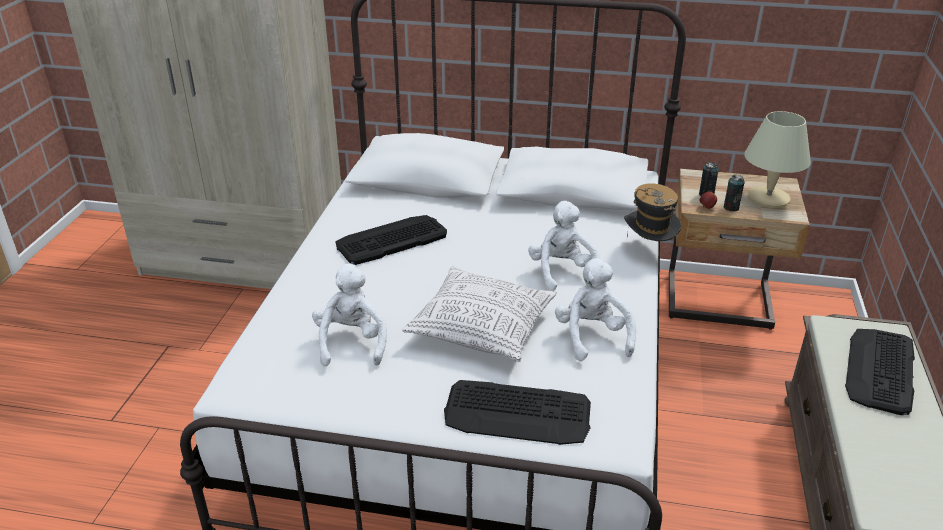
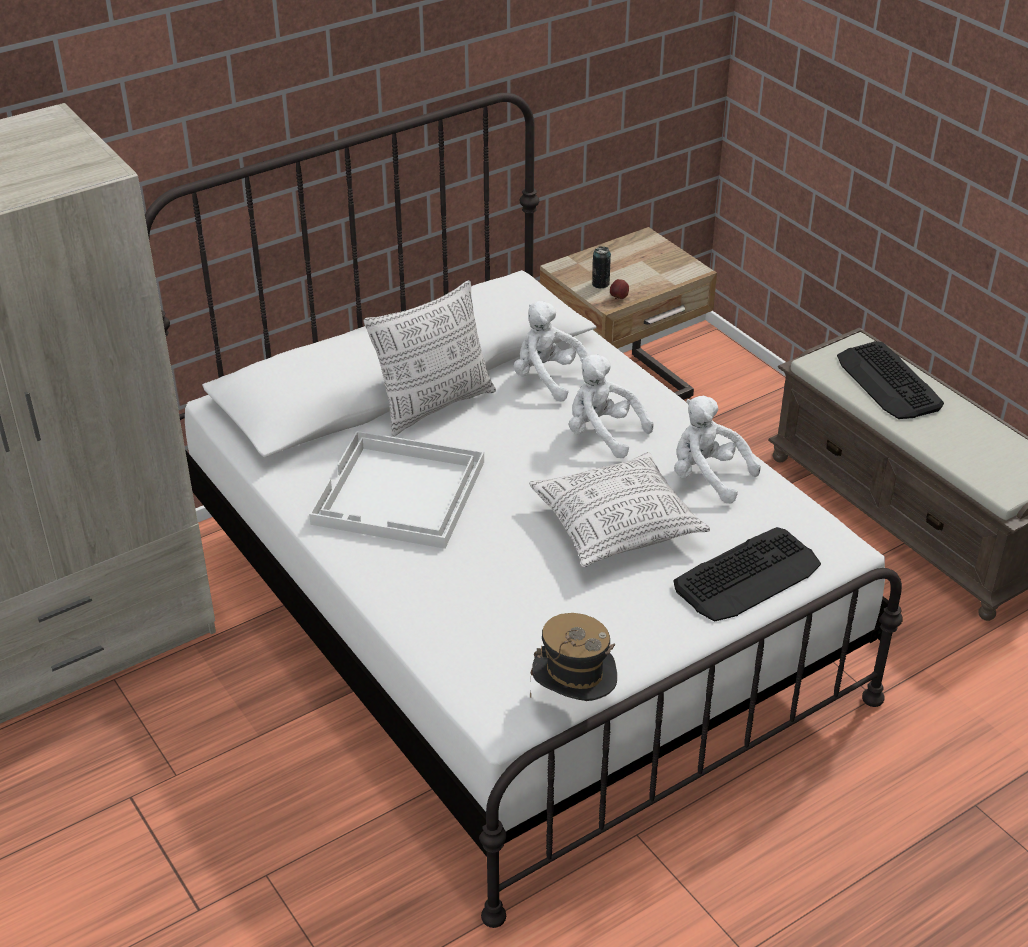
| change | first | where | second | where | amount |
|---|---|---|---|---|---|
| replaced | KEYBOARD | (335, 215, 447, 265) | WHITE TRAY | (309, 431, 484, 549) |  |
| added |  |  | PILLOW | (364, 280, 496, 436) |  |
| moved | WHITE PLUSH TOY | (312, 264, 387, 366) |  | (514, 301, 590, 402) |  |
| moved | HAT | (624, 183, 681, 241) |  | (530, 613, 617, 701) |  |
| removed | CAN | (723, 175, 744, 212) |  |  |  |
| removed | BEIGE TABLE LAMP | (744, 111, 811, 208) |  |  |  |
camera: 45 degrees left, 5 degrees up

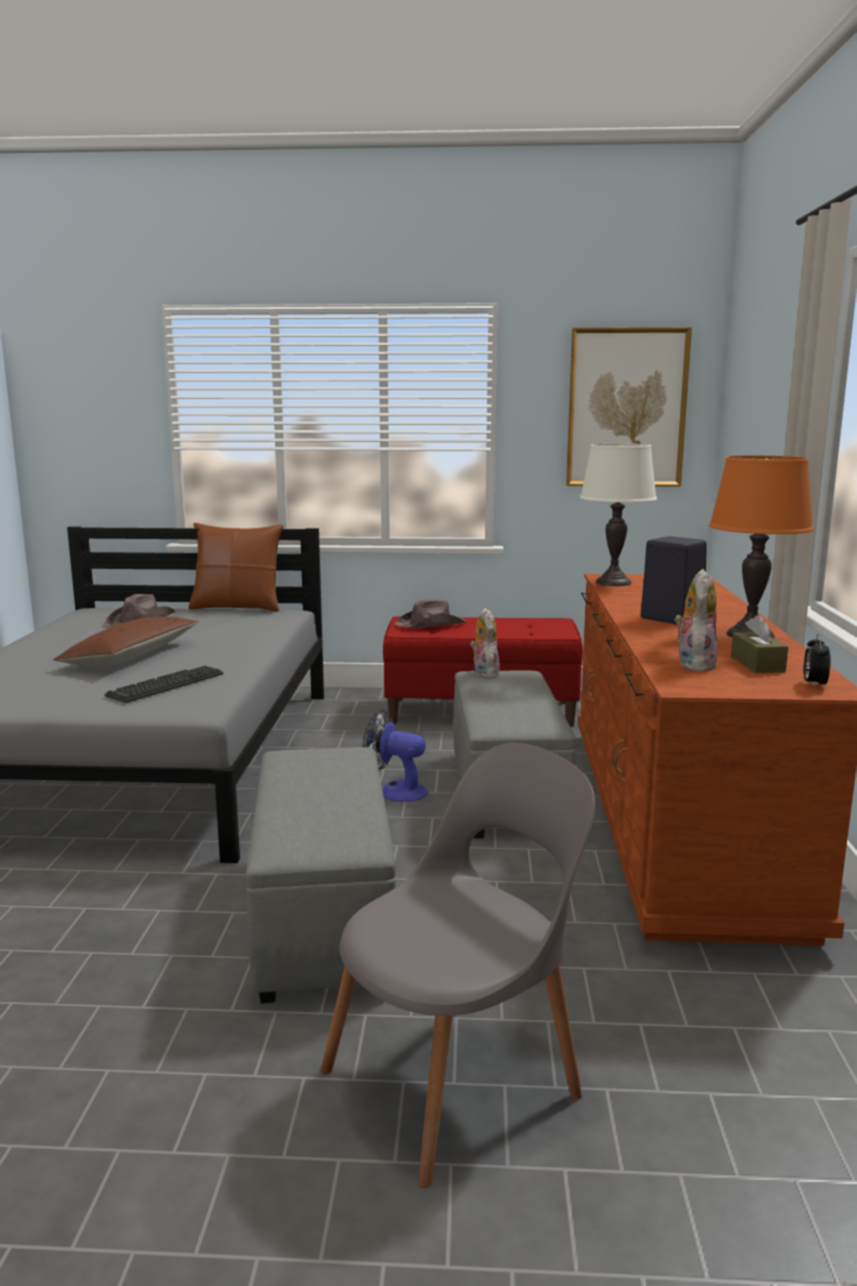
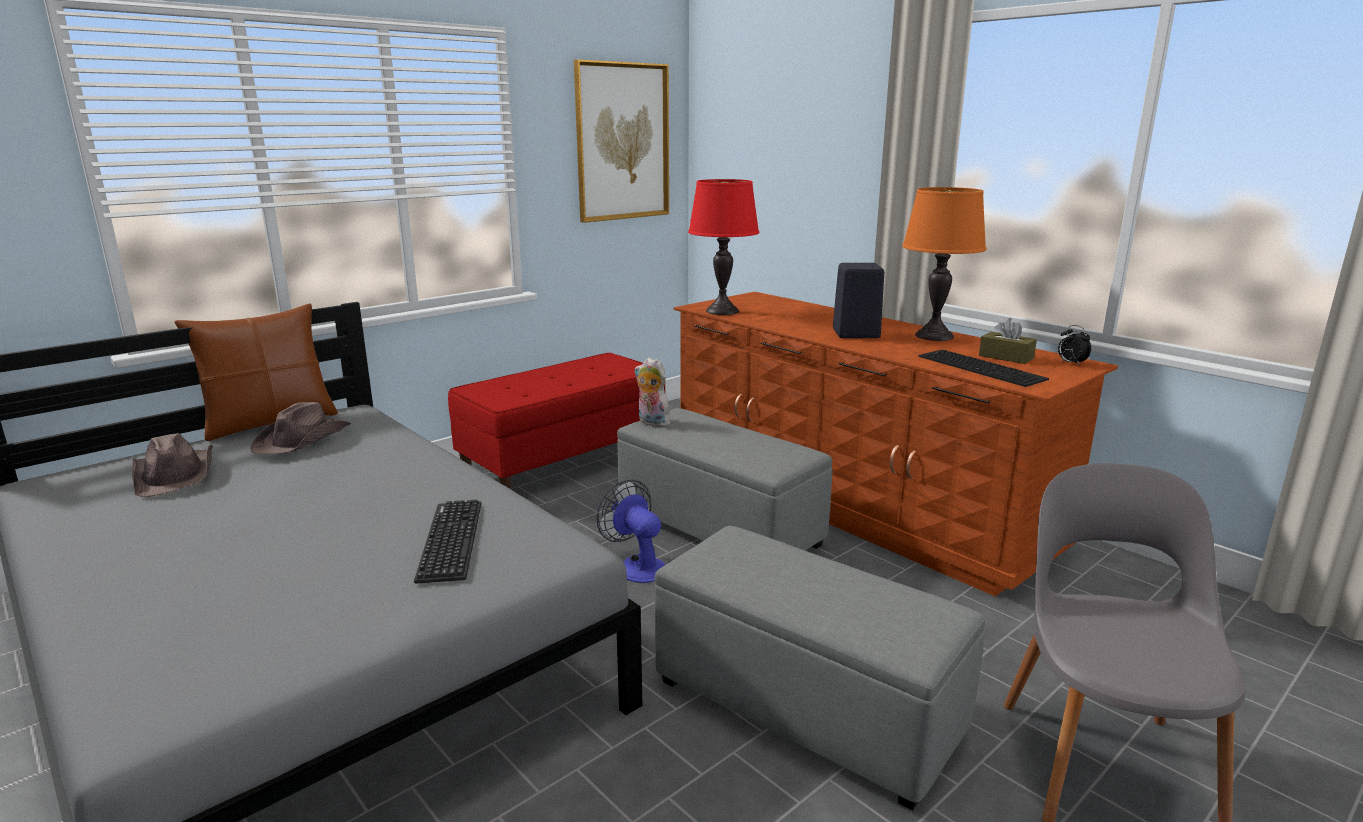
| change | first | where | second | where | amount |
|---|---|---|---|---|---|
| moved | BROWN HAT | (395, 599, 466, 628) |  | (250, 402, 351, 454) |  |
| turned | FAN | (363, 710, 428, 802) |  | (597, 479, 665, 583) | 75 degrees clockwise |
| recoloured | WHITE TABLE LAMP | (580, 443, 657, 586) | RED TABLE LAMP | (688, 179, 759, 315) |  |
| replaced | PLUSH TOY | (675, 569, 718, 672) | KEYBOARD | (918, 350, 1049, 387) |  |
| removed | BROWN PILLOW | (53, 616, 199, 666) |  |  |  |
camera: 45 degrees left, 5 degrees up

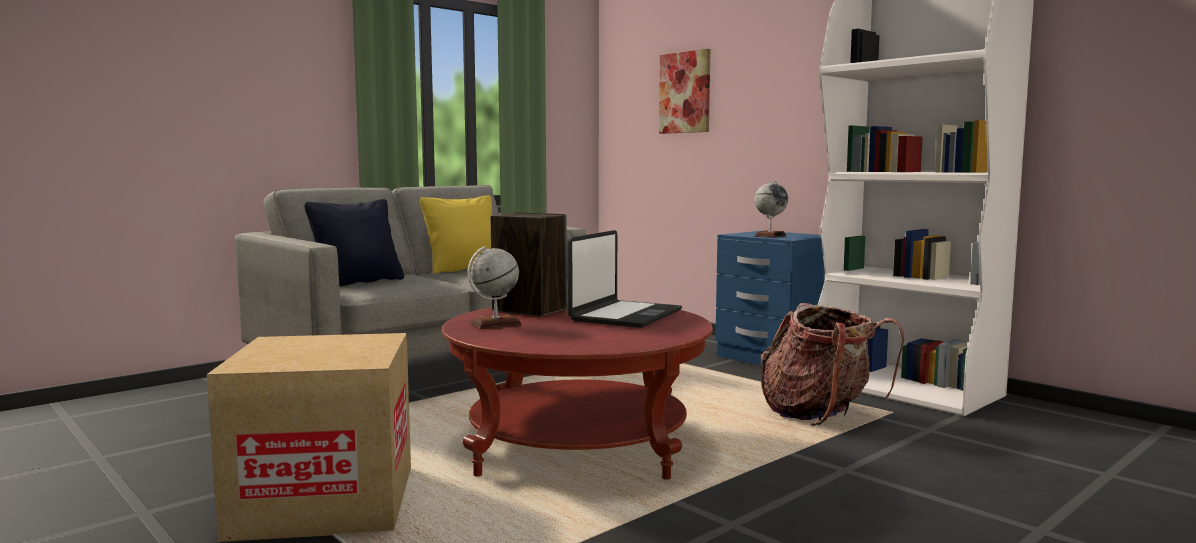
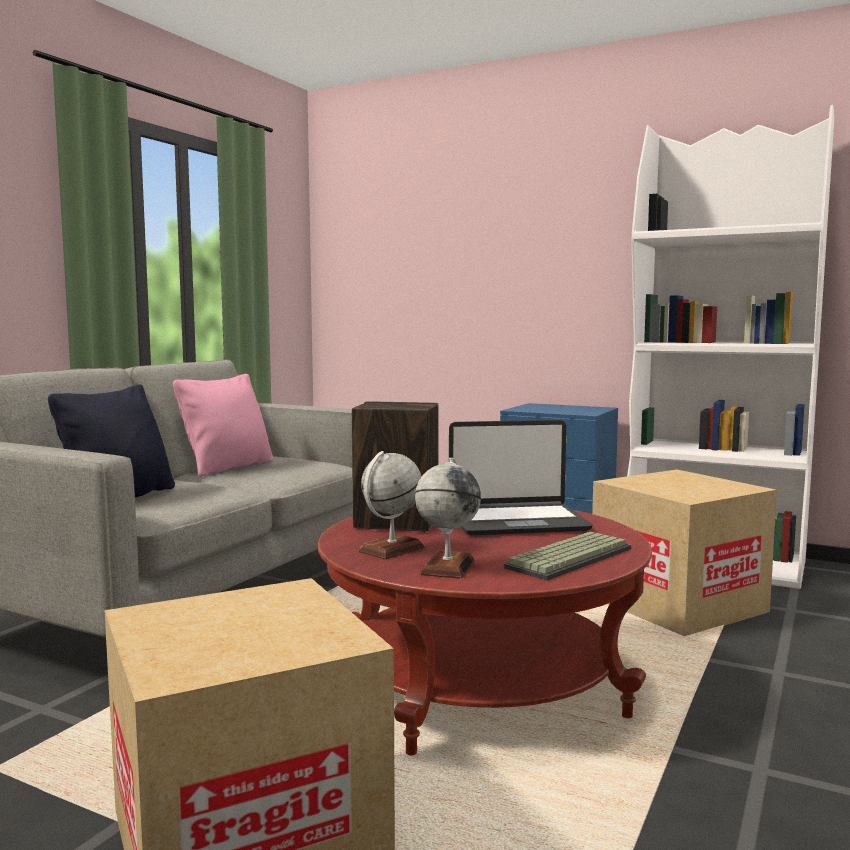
| change | first | where | second | where | amount |
|---|---|---|---|---|---|
| recoloured | YELLOW PILLOW | (420, 195, 492, 274) | PINK PILLOW | (173, 374, 273, 477) |  |
| moved | GLOBE | (754, 181, 788, 238) |  | (415, 458, 481, 579) |  |
| turned | LAPTOP | (567, 230, 682, 328) |  | (449, 420, 593, 536) | 75 degrees clockwise |
| added |  |  | KEYBOARD | (504, 532, 631, 581) |  |
| replaced | BACKPACK | (761, 303, 904, 426) | CARDBOARD BOX | (592, 469, 777, 636) |  |
| removed | PICTURE | (659, 49, 710, 134) |  |  |  |
camera: 20 degrees left, 0 degrees up

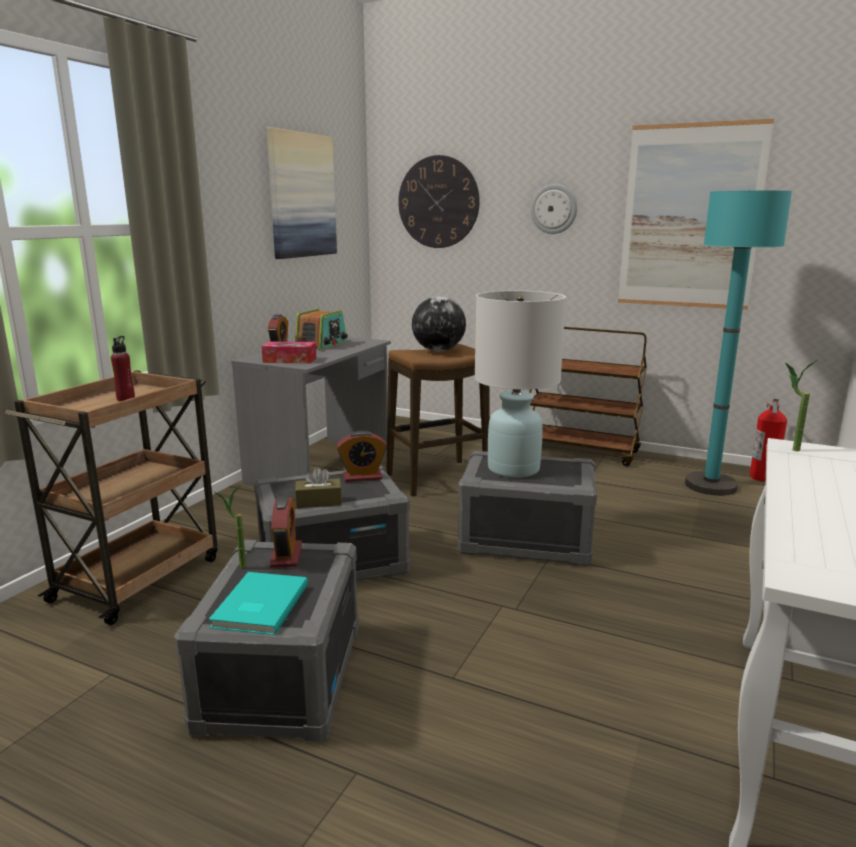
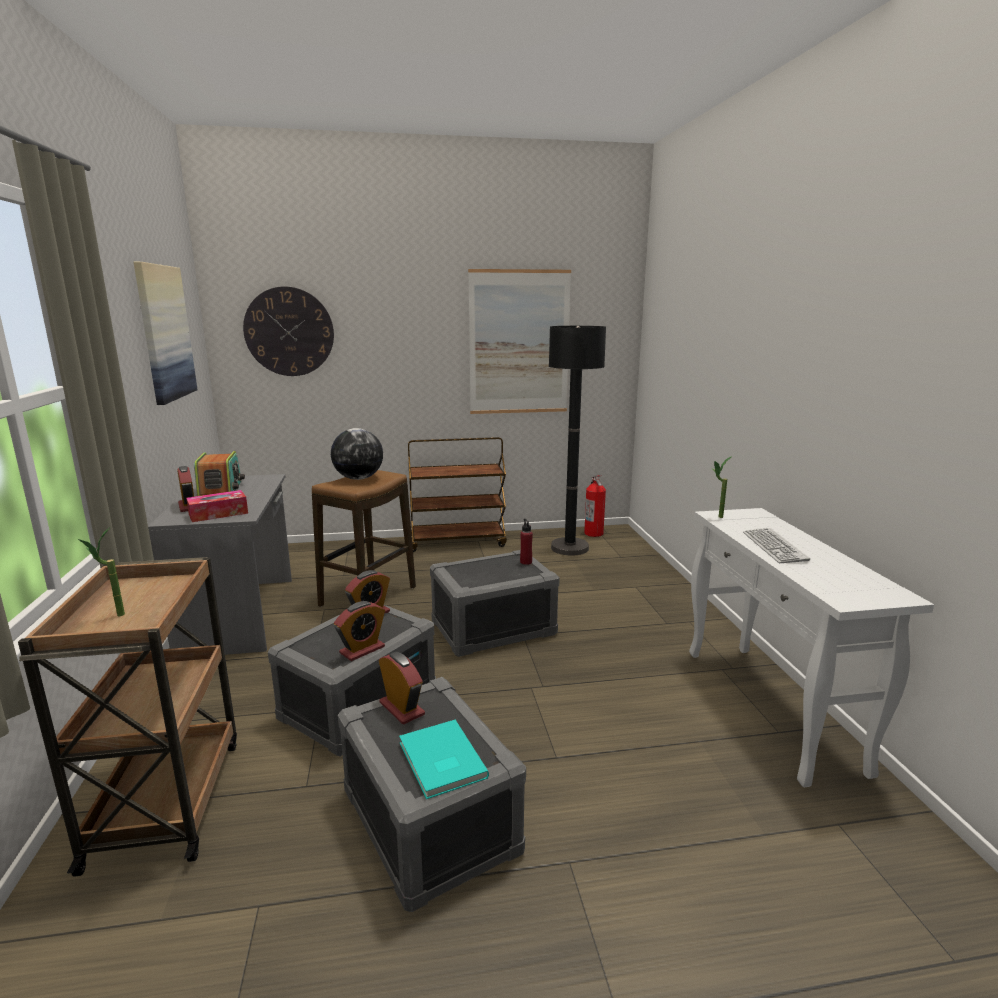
| change | first | where | second | where | amount |
|---|---|---|---|---|---|
| moved | POTTED PLANT | (213, 486, 246, 568) |  | (78, 528, 125, 616) |  |
| replaced | BROWN TISSUE BOX | (295, 467, 342, 508) | ALARM CLOCK | (334, 601, 385, 661) |  |
| moved | RED BOTTLE | (111, 336, 135, 401) |  | (520, 519, 533, 565) |  |
| recoloured | TURQUOISE FLOOR LAMP | (685, 190, 792, 496) | BLACK FLOOR LAMP | (549, 326, 606, 556) |  |
| added |  |  | KEYBOARD | (743, 528, 810, 563) |  |
| removed | WHITE TABLE LAMP | (474, 291, 566, 478) |  |  |  |
| removed | WALL CLOCK | (531, 184, 577, 234) |  |  |  |
camera: 35 degrees left, 0 degrees up

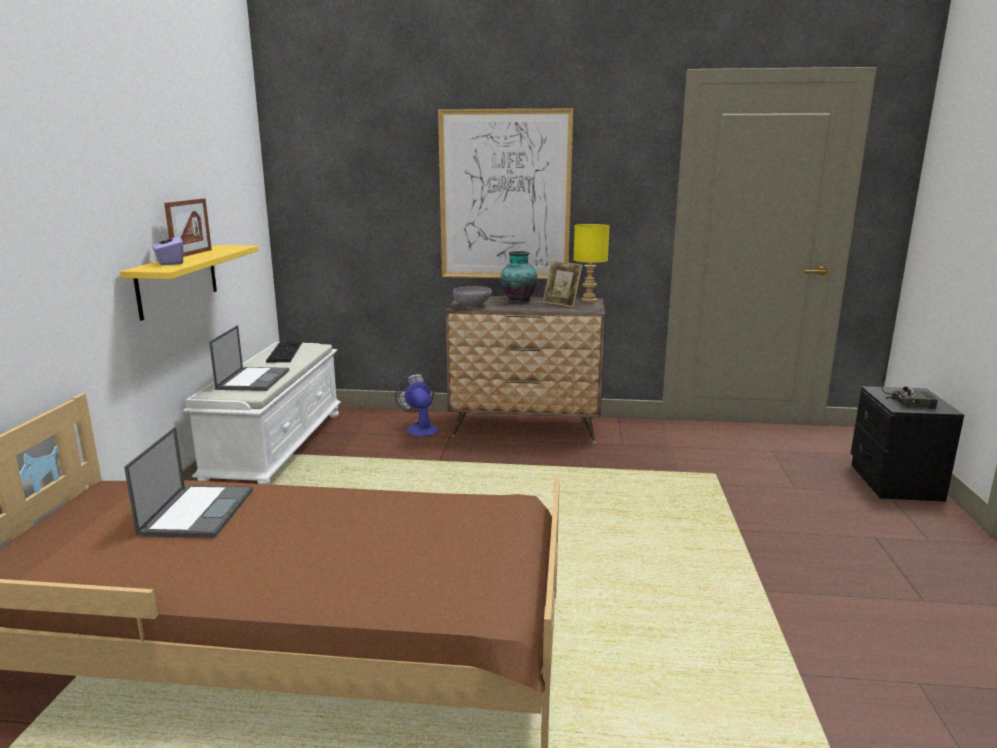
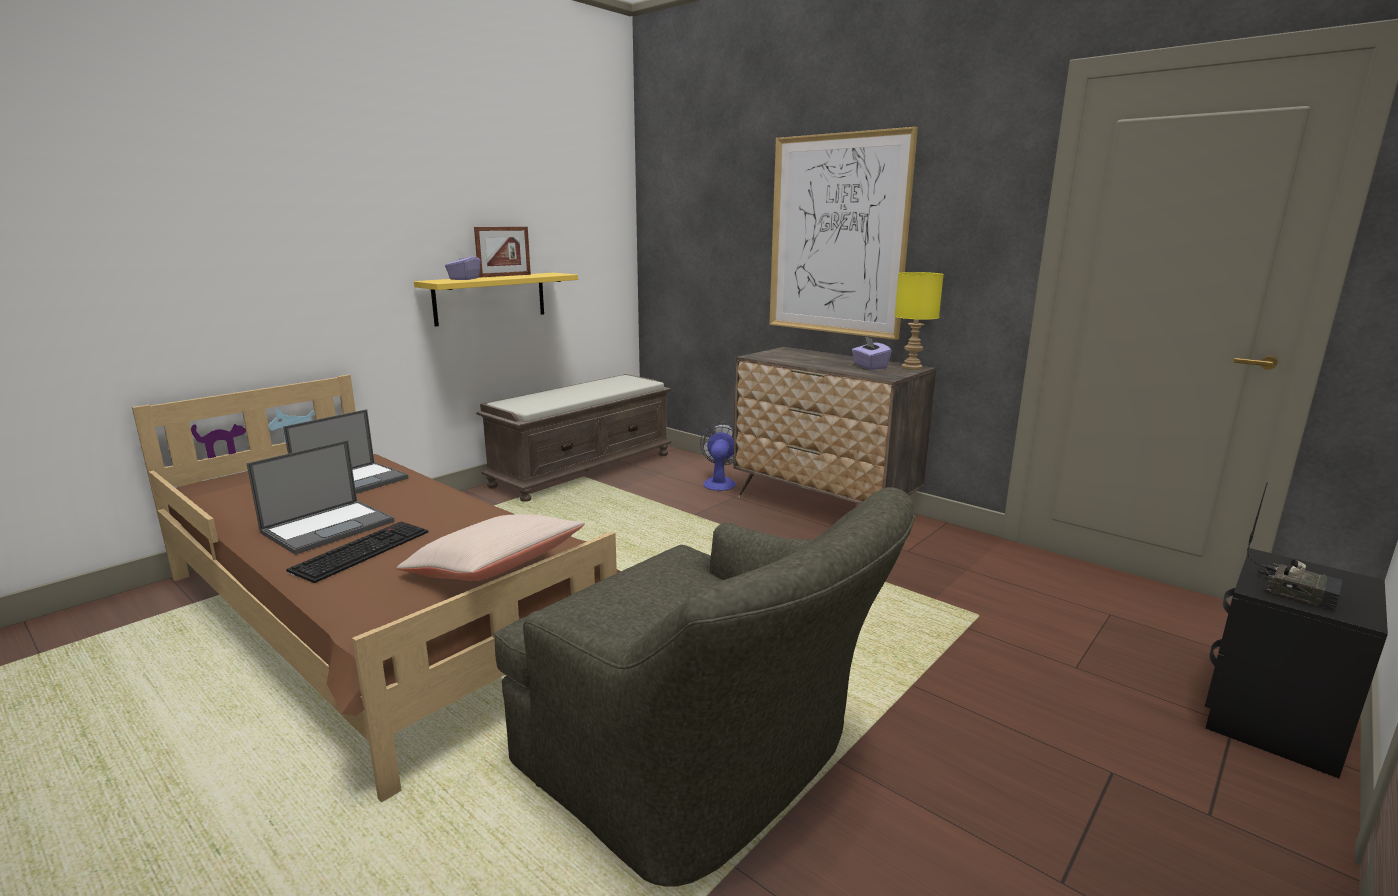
| change | first | where | second | where | amount |
|---|---|---|---|---|---|
| moved | LAPTOP | (209, 325, 289, 391) |  | (246, 440, 395, 555) |  |
| moved | KEYBOARD | (266, 341, 302, 363) |  | (286, 521, 428, 583) |  |
| added |  |  | BEIGE PILLOW | (397, 514, 585, 581) |  |
| recoloured | WHITE BENCH | (183, 342, 341, 484) | BROWN BENCH | (476, 374, 672, 502) |  |
| added |  |  | GREEN ARMCHAIR | (494, 487, 915, 887) |  |
| replaced | PICTURE FRAME | (543, 261, 583, 308) | PURPLE TISSUE BOX | (852, 336, 892, 370) |  |
| removed | GREY BOWL | (453, 286, 492, 307) |  |  |  |
| removed | VASE | (501, 251, 537, 302) |  |  |  |
camera: 35 degrees right, 0 degrees up

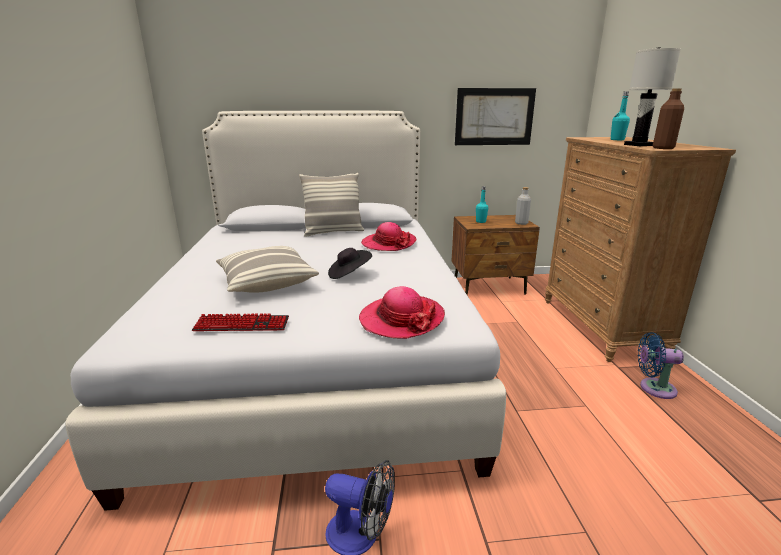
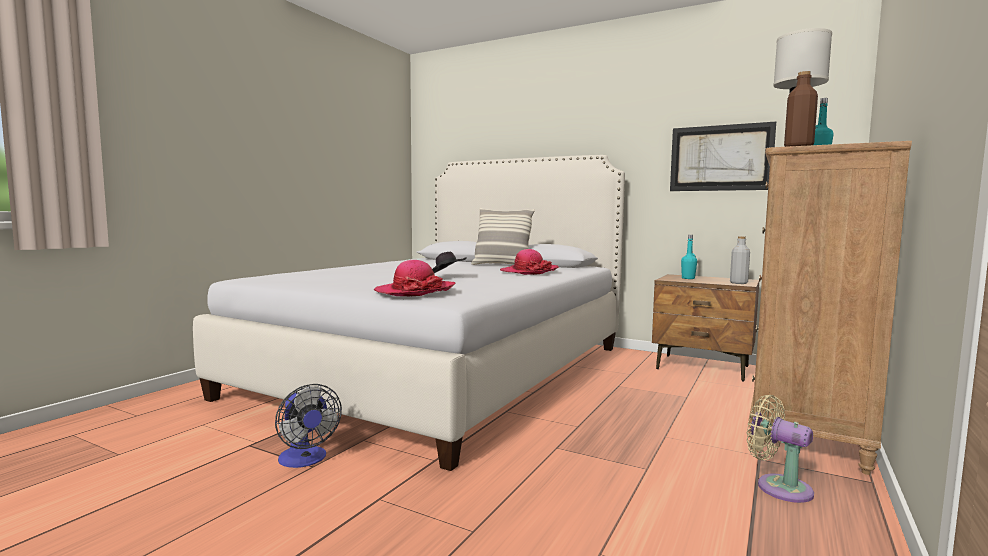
| change | first | where | second | where | amount |
|---|---|---|---|---|---|
| recoloured | BLUE FAN | (638, 332, 684, 399) | BEIGE FAN | (747, 395, 814, 503) |  |
| removed | KEYBOARD | (192, 313, 289, 331) |  |  |  |
| removed | PILLOW | (216, 246, 319, 293) |  |  |  |
camera: 35 degrees right, 15 degrees down

